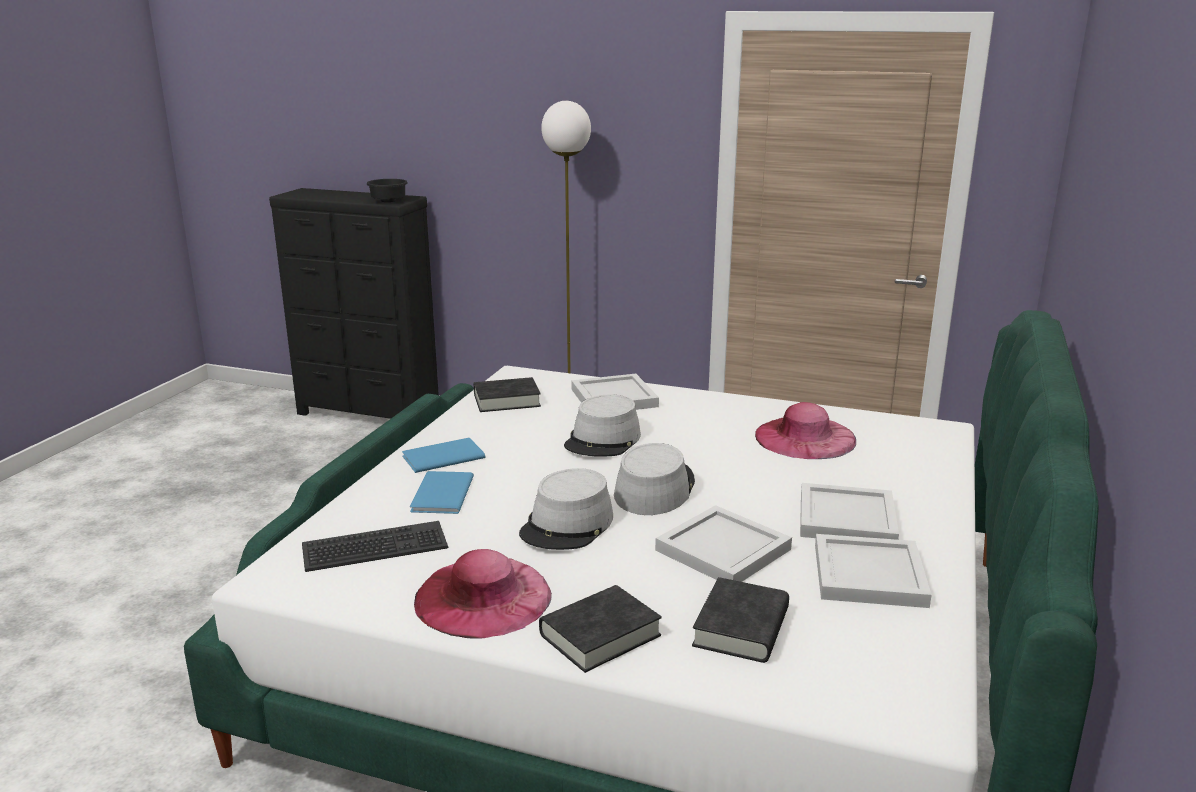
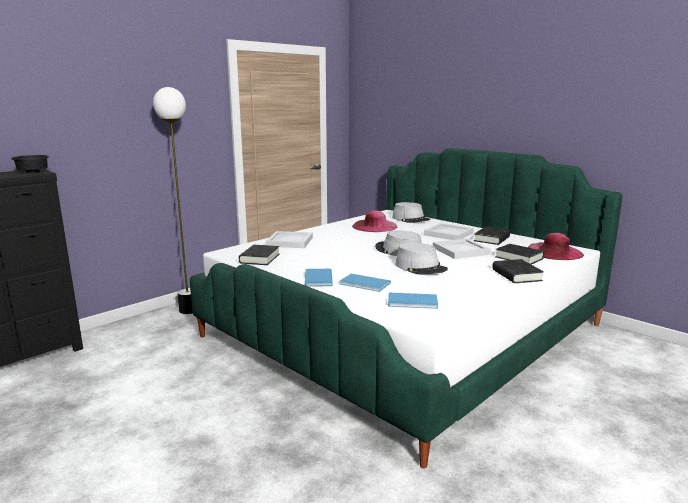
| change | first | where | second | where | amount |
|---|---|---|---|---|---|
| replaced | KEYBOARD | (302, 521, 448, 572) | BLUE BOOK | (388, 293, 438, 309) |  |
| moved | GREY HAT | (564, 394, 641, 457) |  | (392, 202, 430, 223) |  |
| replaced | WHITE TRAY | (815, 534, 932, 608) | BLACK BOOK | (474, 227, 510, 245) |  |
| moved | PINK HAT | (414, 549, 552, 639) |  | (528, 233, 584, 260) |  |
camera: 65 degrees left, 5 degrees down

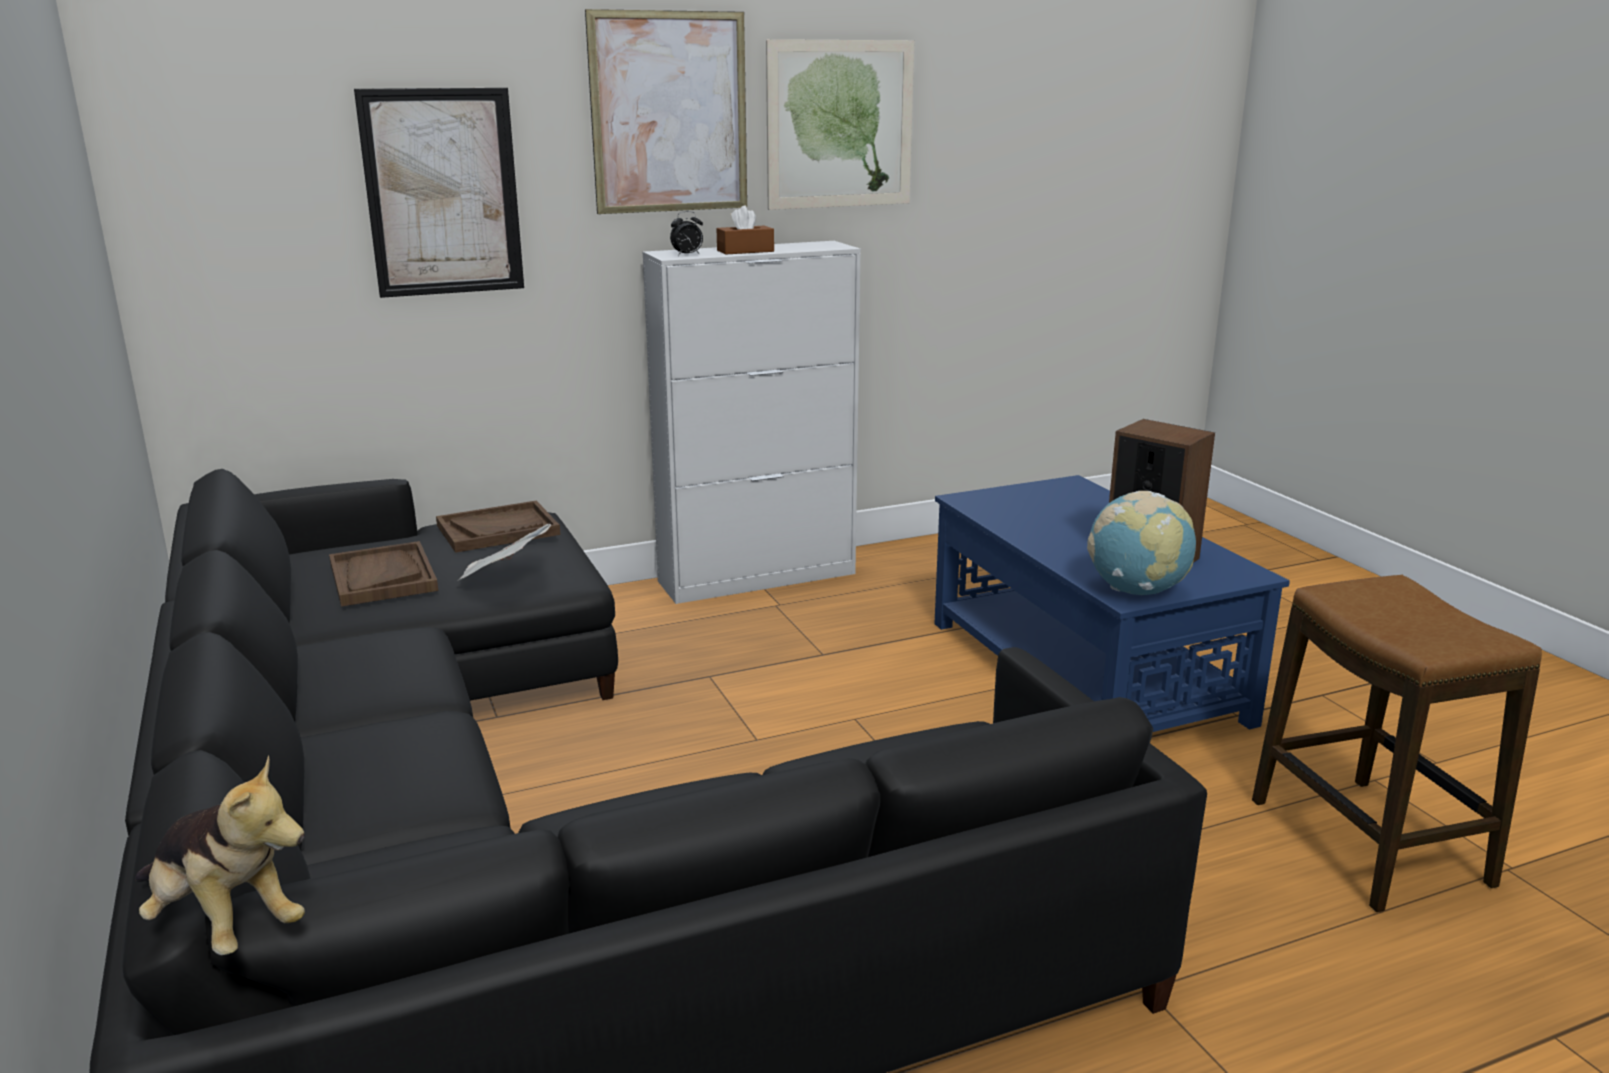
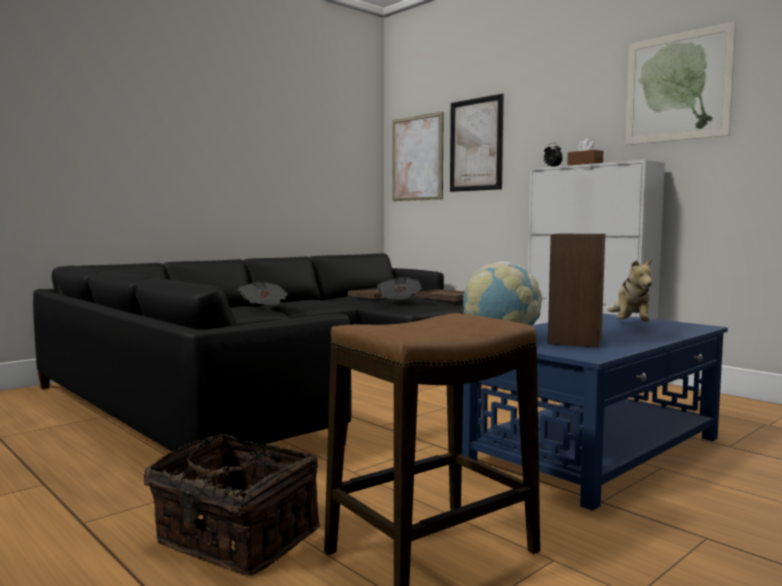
| change | first | where | second | where | amount |
|---|---|---|---|---|---|
| added |  |  | BASKET | (144, 433, 320, 576) |  |
| added |  |  | NEWSPAPER | (237, 281, 288, 305) |  |
| moved | PICTURE | (585, 9, 747, 214) |  | (393, 112, 444, 201) |  |
| moved | PLUSH TOY | (135, 755, 305, 955) |  | (608, 258, 652, 321) |  |
camera: 70 degrees right, 15 degrees down

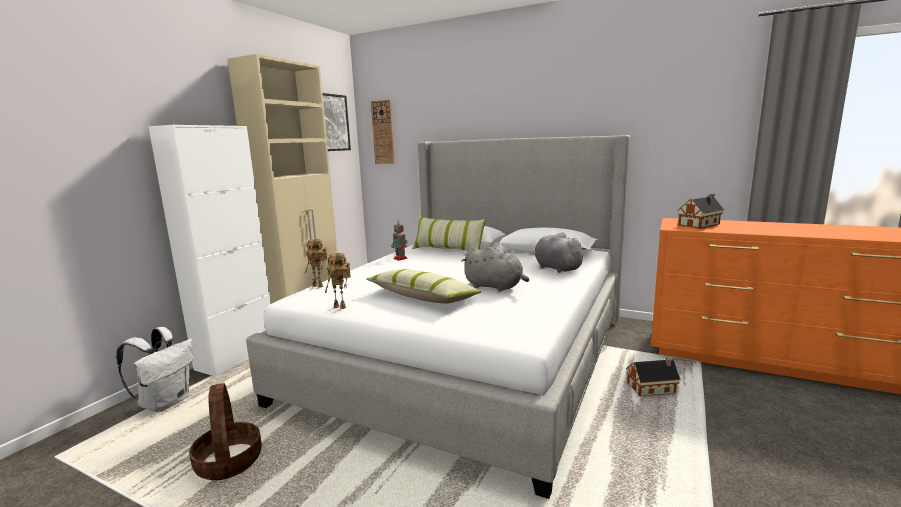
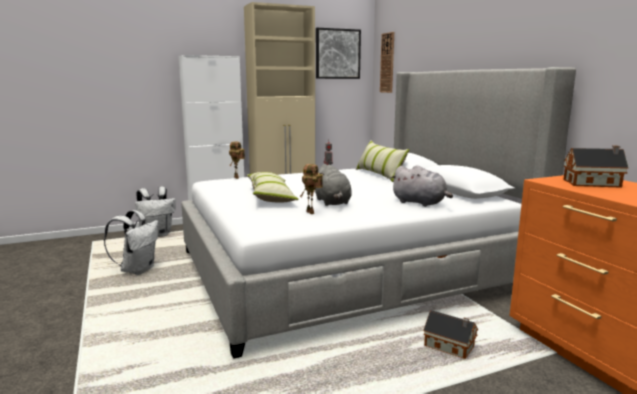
| change | first | where | second | where | amount |
|---|---|---|---|---|---|
| replaced | BASKET | (189, 383, 262, 480) | WHITE BACKPACK | (104, 210, 158, 275) |  |
| moved | TOY ROBOT | (325, 253, 351, 309) |  | (300, 164, 323, 214) |  |
| turned | GREY PLUSH TOY | (534, 232, 587, 273) |  | (391, 165, 453, 207) | 120 degrees clockwise |
camera: 40 degrees right, 0 degrees up

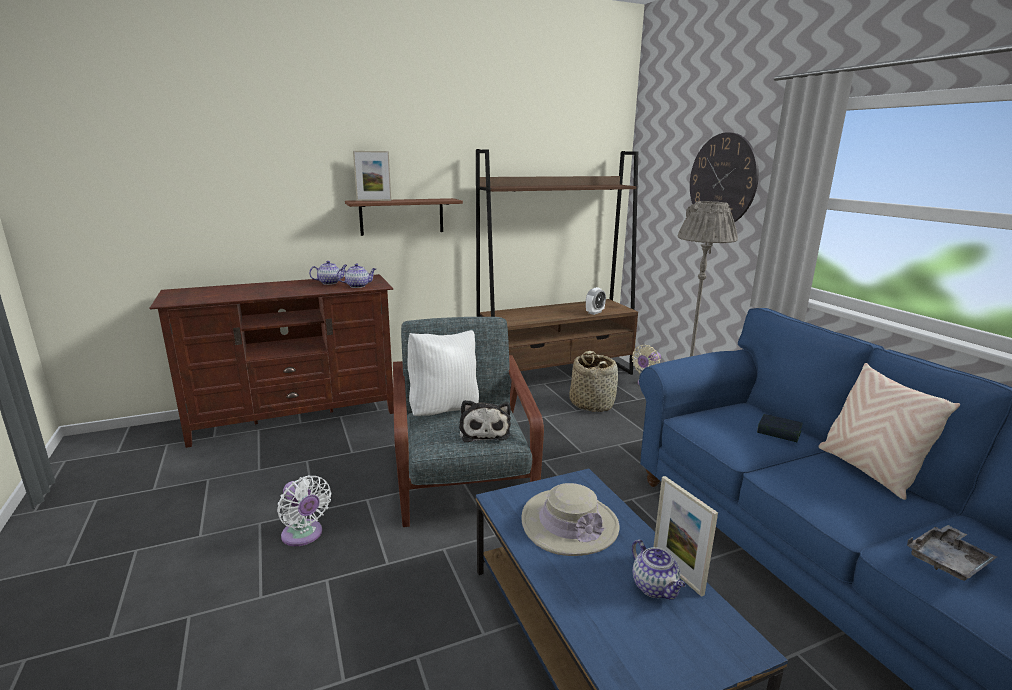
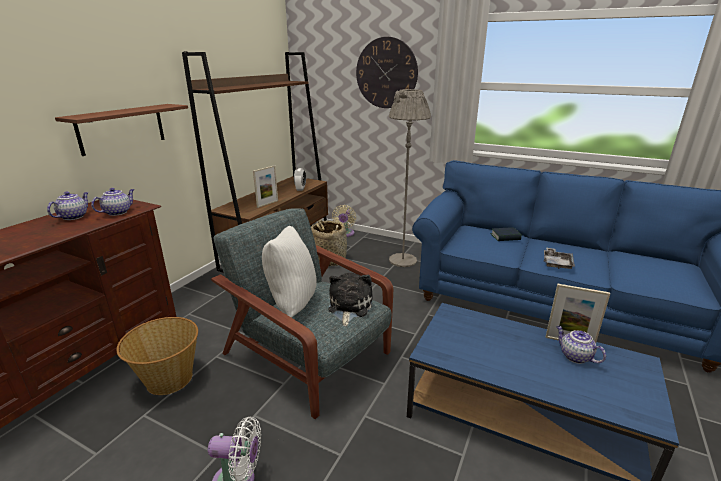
| change | first | where | second | where | amount |
|---|---|---|---|---|---|
| added |  |  | BASKET | (117, 317, 198, 395) |  |
| moved | PICTURE FRAME | (353, 151, 391, 201) |  | (253, 165, 278, 208) |  |
| turned | PLUSH TOY | (459, 400, 511, 442) |  | (328, 273, 372, 326) | 120 degrees counterclockwise |
| moved | GREY TRAY | (907, 525, 997, 581) |  | (544, 247, 575, 269) |  |
| turned | TEAPOT | (632, 539, 686, 600) |  | (556, 326, 606, 364) | 150 degrees counterclockwise |
| removed | BEIGE HAT | (522, 483, 620, 556) |  |  |  |
| removed | BEIGE PILLOW | (818, 363, 960, 500) |  |  |  |
camera: 40 degrees left, 5 degrees up

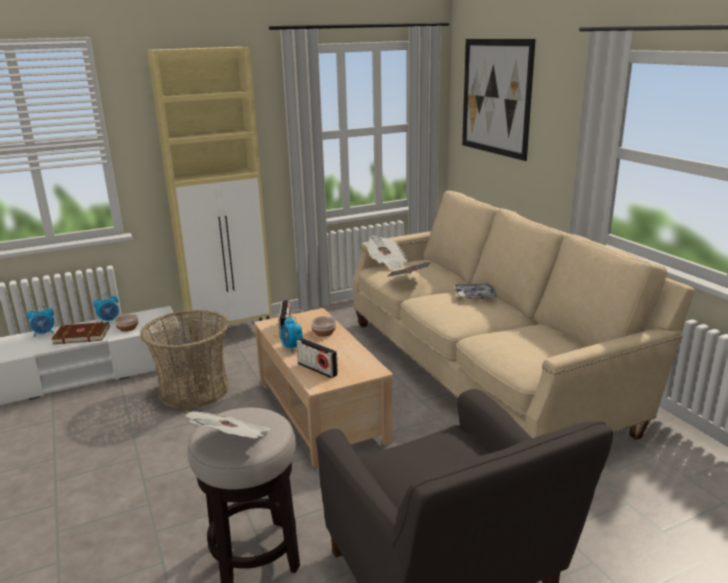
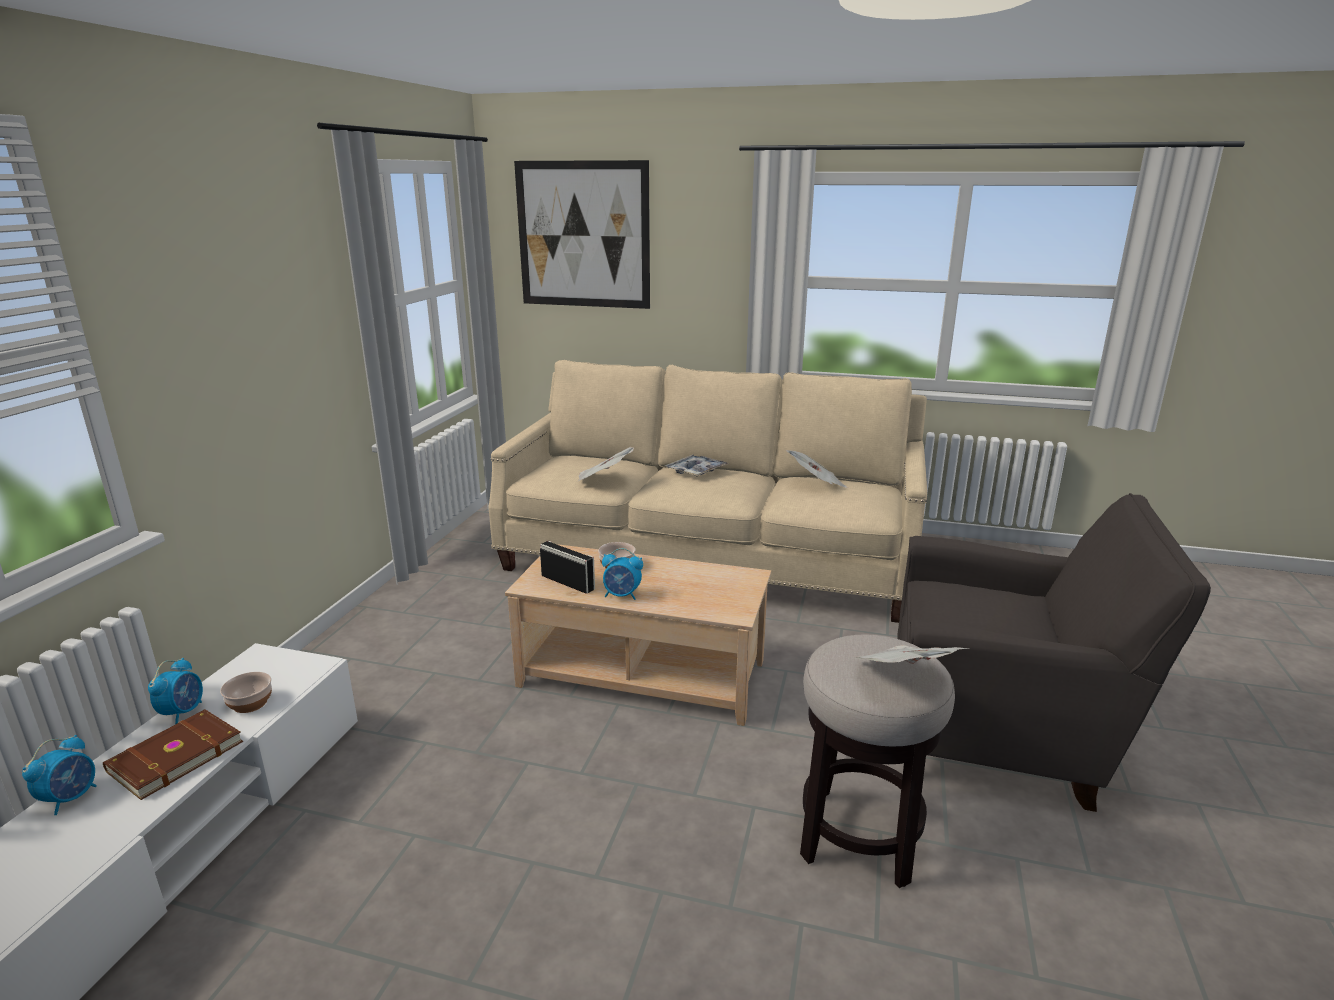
| change | first | where | second | where | amount |
|---|---|---|---|---|---|
| moved | NEWSPAPER | (365, 236, 408, 270) |  | (786, 450, 848, 488) |  |
| removed | BASKET | (140, 309, 229, 409) |  |  |  |
| removed | BEIGE CABINET | (147, 47, 272, 342) |  |  |  |
| removed | RADIO | (297, 338, 338, 378) |  |  |  |
camera: 50 degrees left, 0 degrees up

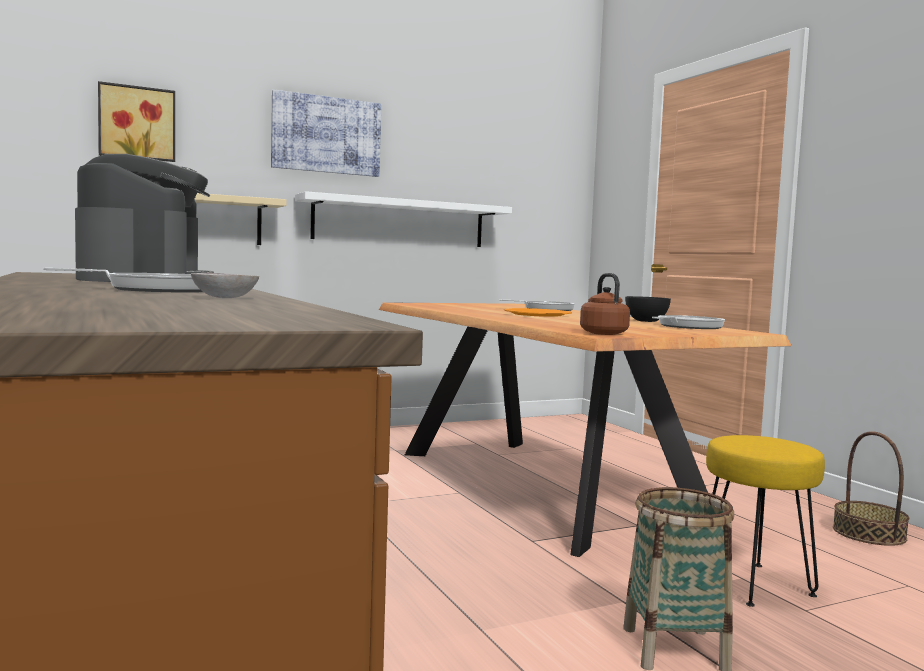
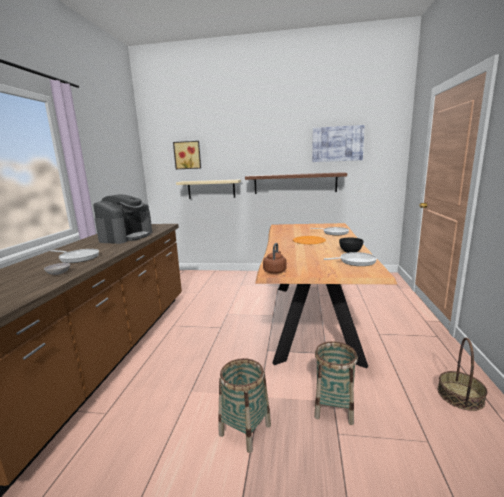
| change | first | where | second | where | amount |
|---|---|---|---|---|---|
| recoloured | WHITE SHELF | (295, 191, 512, 247) | BROWN SHELF | (245, 172, 347, 194) |  |
| moved | PICTURE | (271, 89, 381, 177) |  | (312, 125, 365, 162) |  |
| replaced | YELLOW STOOL | (706, 435, 825, 607) | BASKET | (314, 341, 358, 425) |  |
camera: 35 degrees right, 10 degrees up

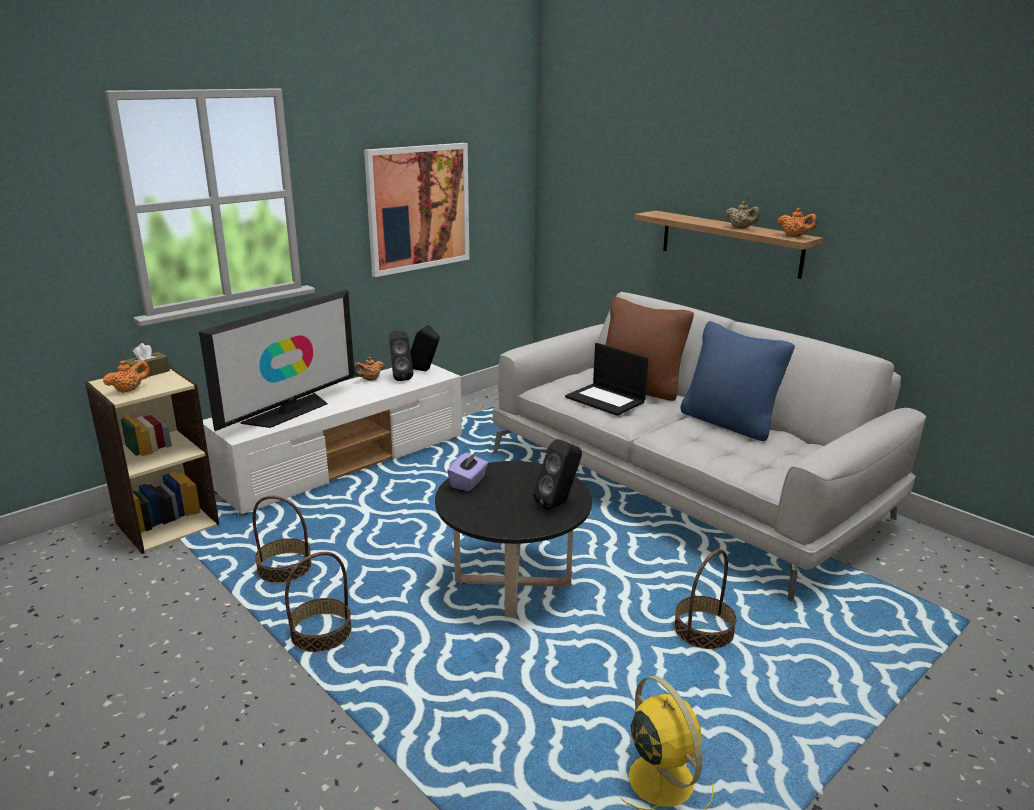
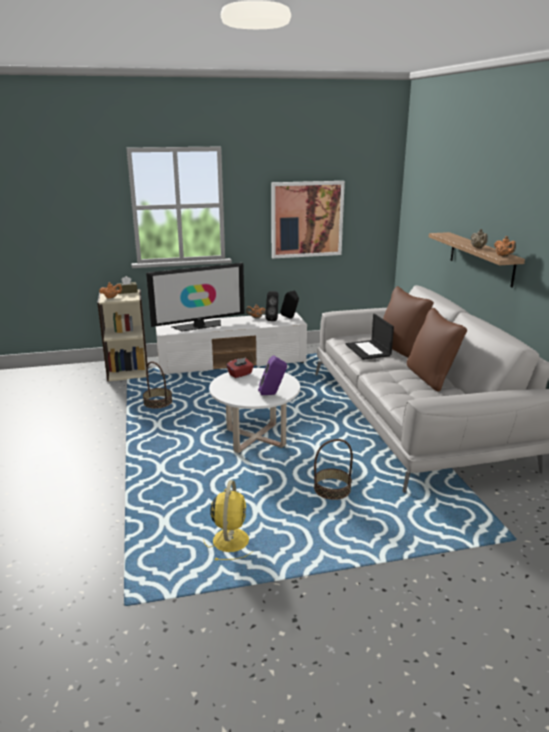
| change | first | where | second | where | amount |
|---|---|---|---|---|---|
| recoloured | BLACK COFFEE TABLE | (435, 461, 592, 618) | WHITE COFFEE TABLE | (209, 368, 300, 453) |  |
| recoloured | PURPLE TISSUE BOX | (447, 451, 488, 491) | RED TISSUE BOX | (227, 357, 254, 378) |  |
| recoloured | BLACK SPEAKER | (533, 439, 582, 511) | PURPLE SPEAKER | (258, 356, 287, 395) |  |
| recoloured | BLUE PILLOW | (681, 321, 795, 441) | BROWN PILLOW | (407, 308, 467, 391) |  |
| removed | BASKET | (285, 552, 352, 652) |  |  |  |
camera: 30 degrees right, 0 degrees up

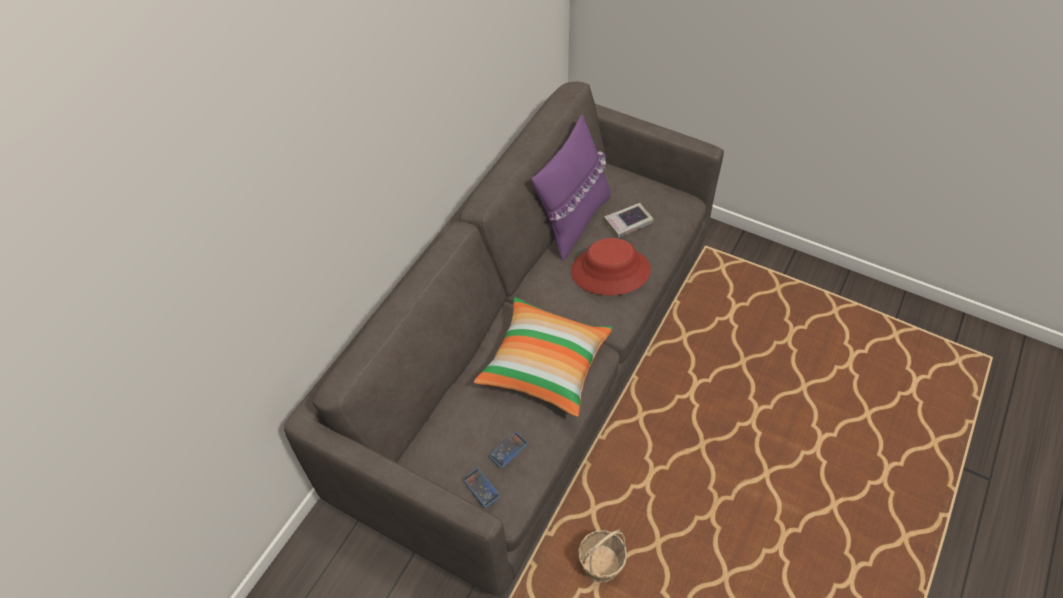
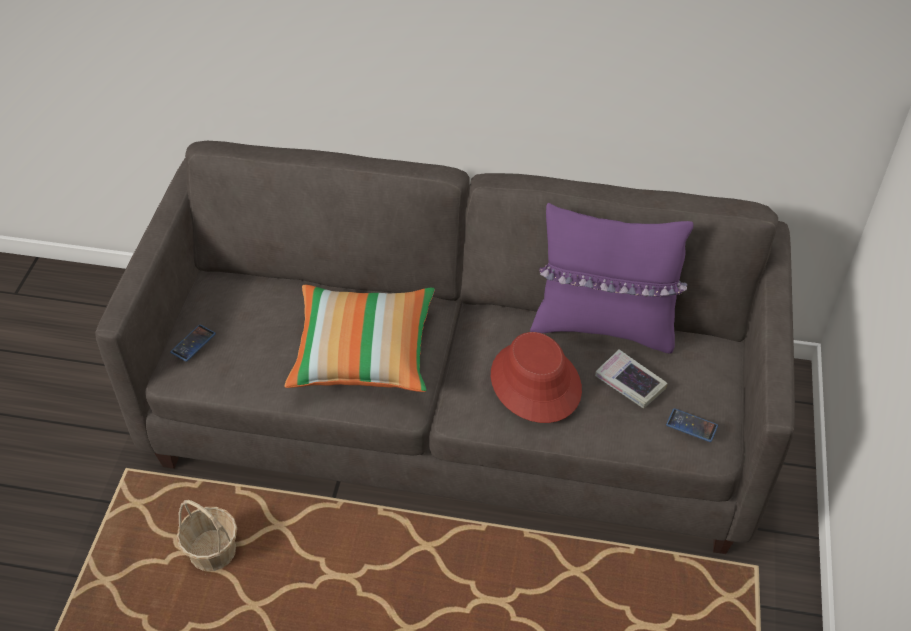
| change | first | where | second | where | amount |
|---|---|---|---|---|---|
| moved | PHONE | (489, 432, 529, 468) |  | (666, 408, 718, 442) |  |
camera: 70 degrees right, 5 degrees down

